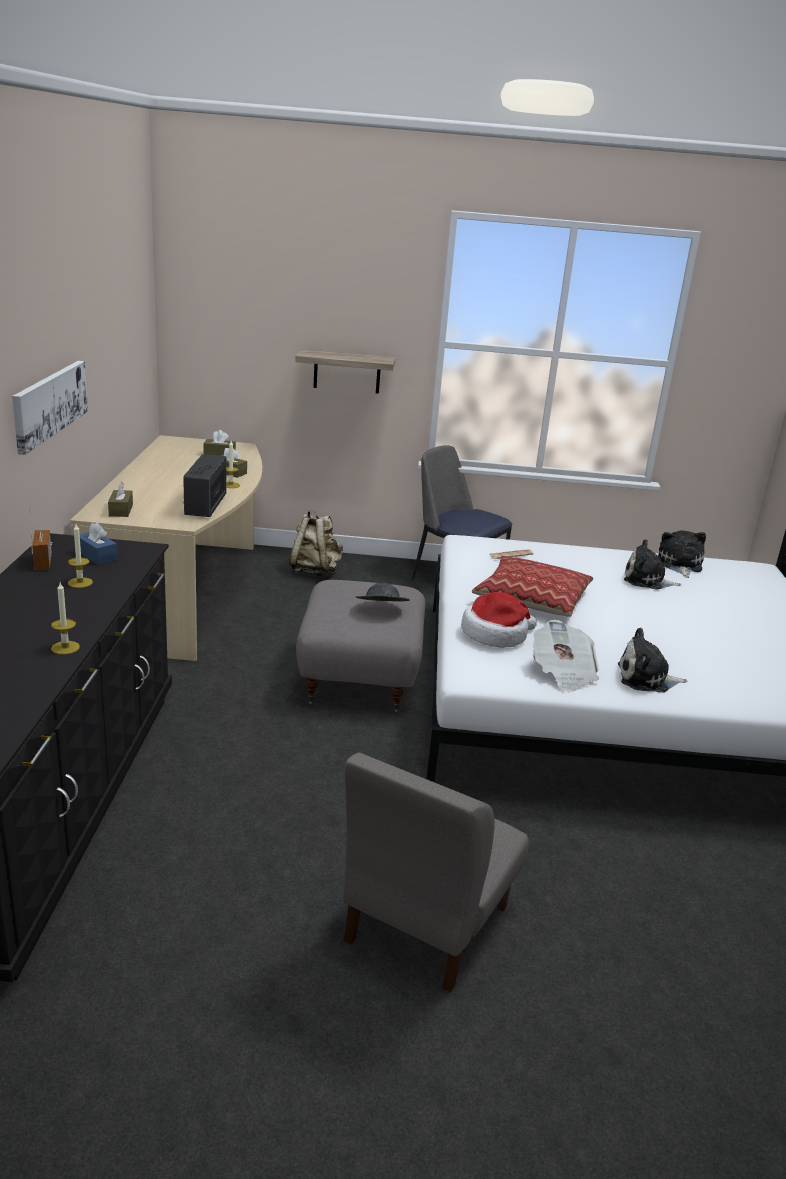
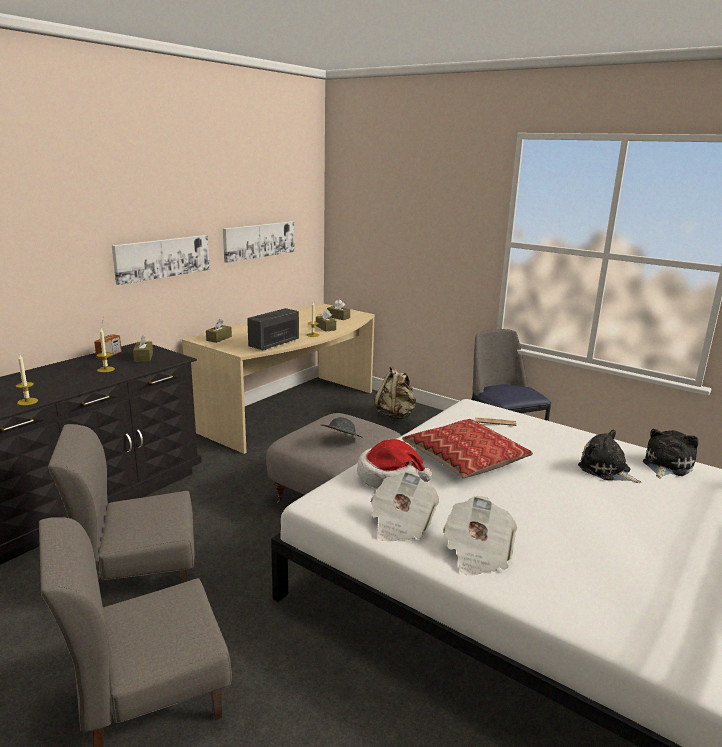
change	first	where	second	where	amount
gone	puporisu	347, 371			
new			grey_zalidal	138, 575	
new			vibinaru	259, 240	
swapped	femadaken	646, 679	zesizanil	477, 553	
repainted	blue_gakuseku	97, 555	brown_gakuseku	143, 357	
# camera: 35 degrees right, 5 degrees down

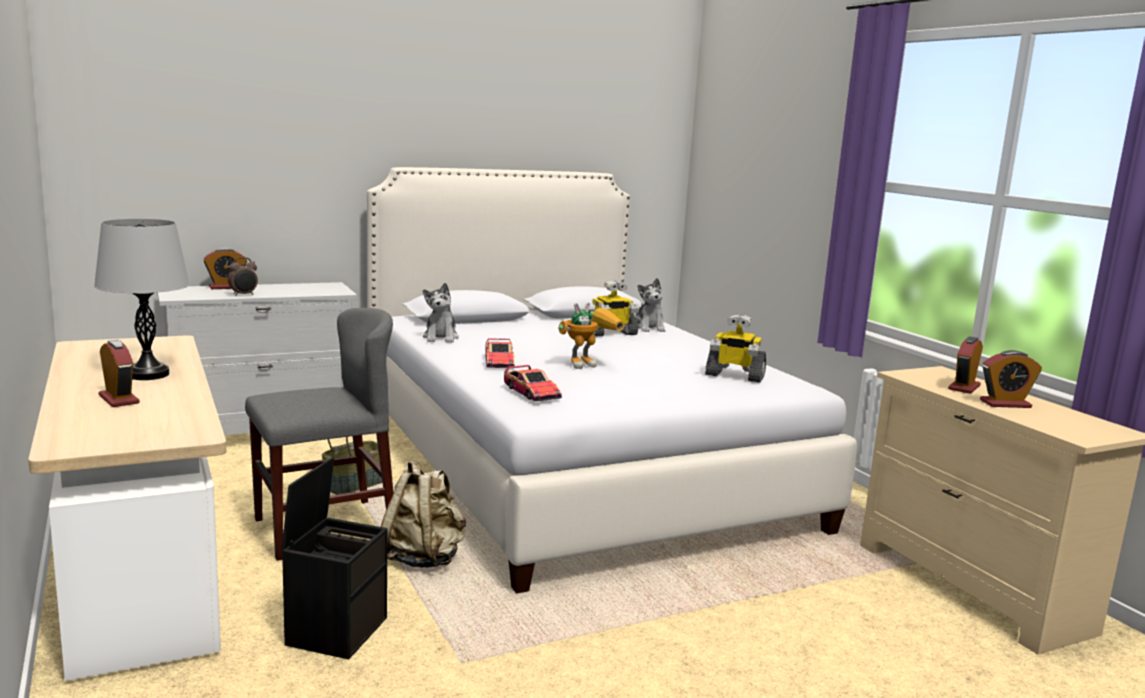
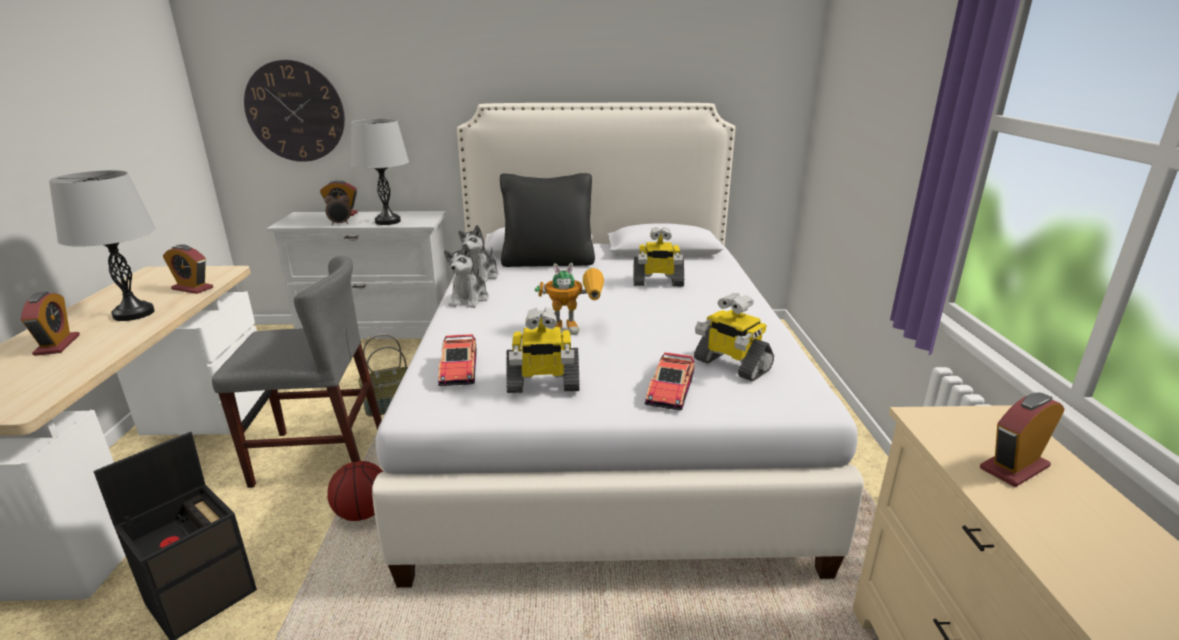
change	first	where	second	where	amount
new			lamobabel	295, 112	
new			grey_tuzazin	387, 221	
new			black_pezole	548, 261	
new			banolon	543, 384	
shifted	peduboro	499, 362		670, 390	
shifted	femadaken	648, 328		469, 299	
shifted	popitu	1005, 404		192, 288	
swapped	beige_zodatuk	423, 558	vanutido	362, 512	
# camera: 25 degrees right, 10 degrees up

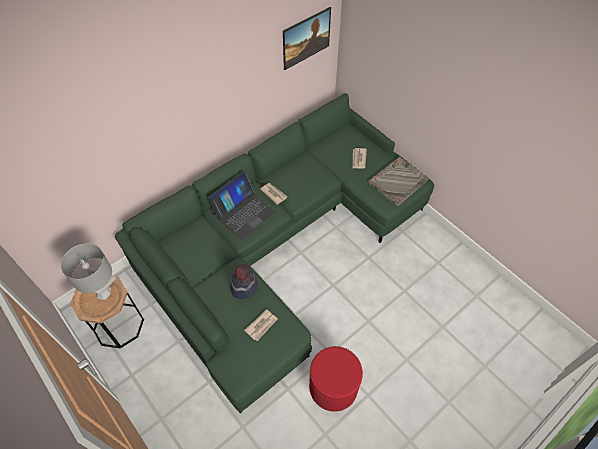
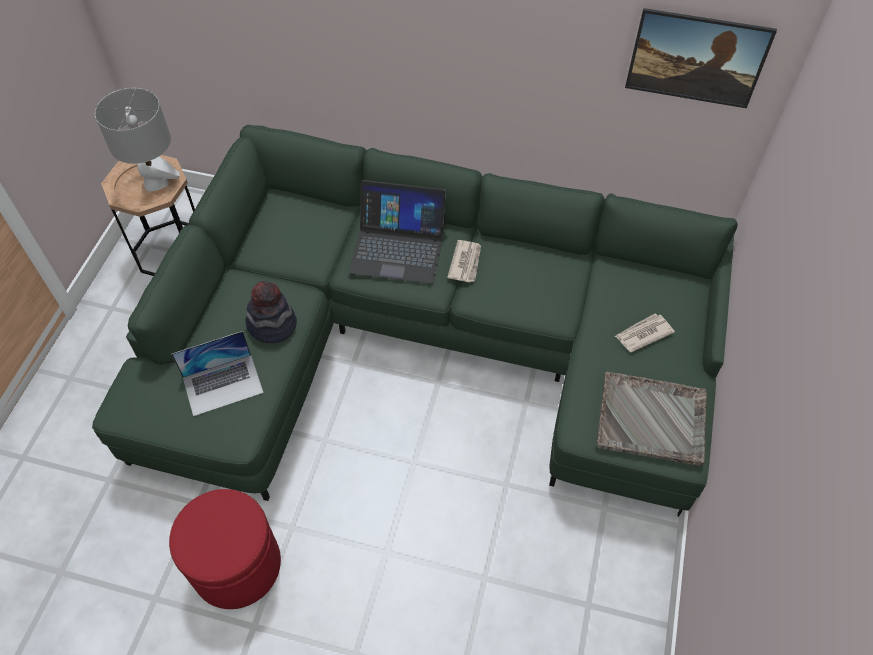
change	first	where	second	where	amount
swapped	zesizanil	262, 325	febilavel	223, 384	
# camera: 55 degrees right, 0 degrees up

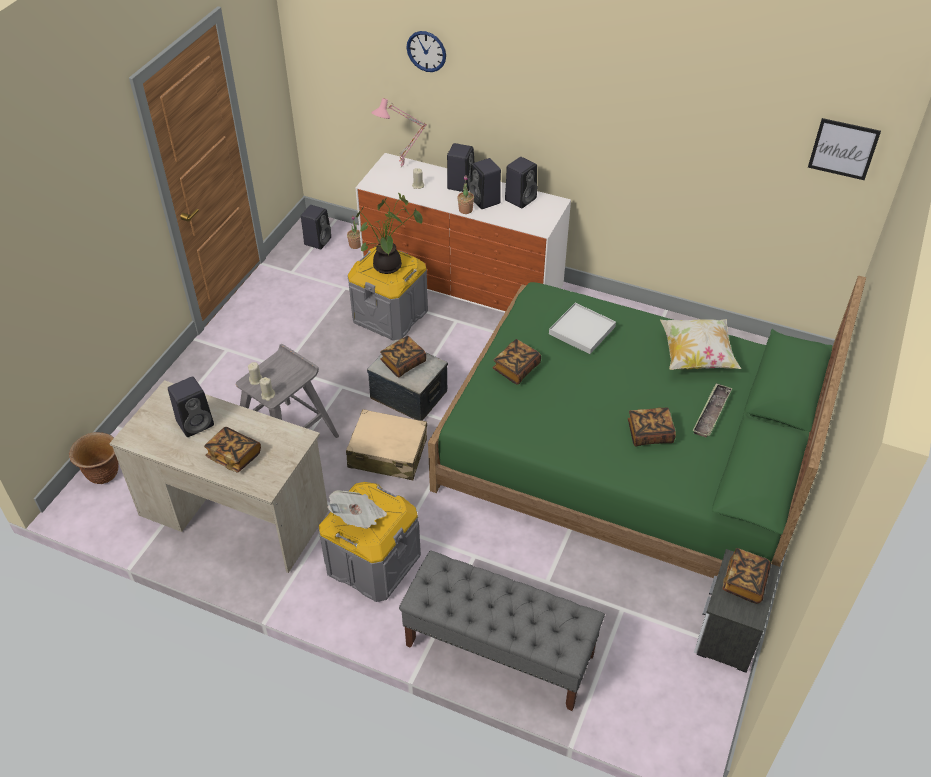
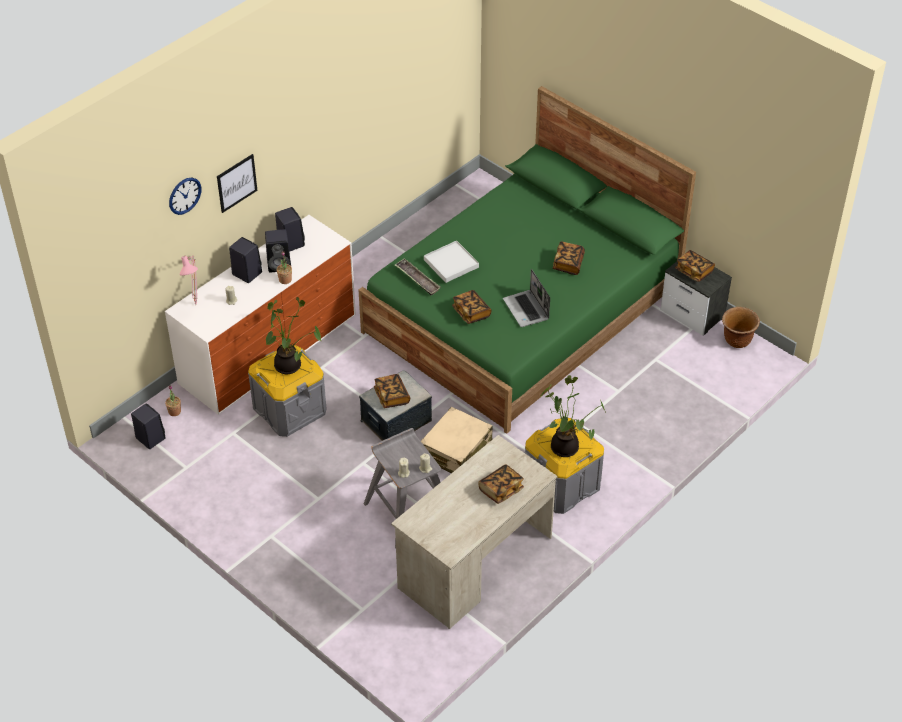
change	first	where	second	where	amount
gone	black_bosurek	196, 422			
gone	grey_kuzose	499, 650			
gone	pezole	696, 356			
new			febilavel	526, 310	
shifted	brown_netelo	102, 473		737, 341	
shifted	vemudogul	711, 413		417, 279	
shifted	vibinaru	843, 149		236, 183	
swapped	zesizanil	358, 517	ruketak	567, 447	
# camera: 70 degrees left, 0 degrees up

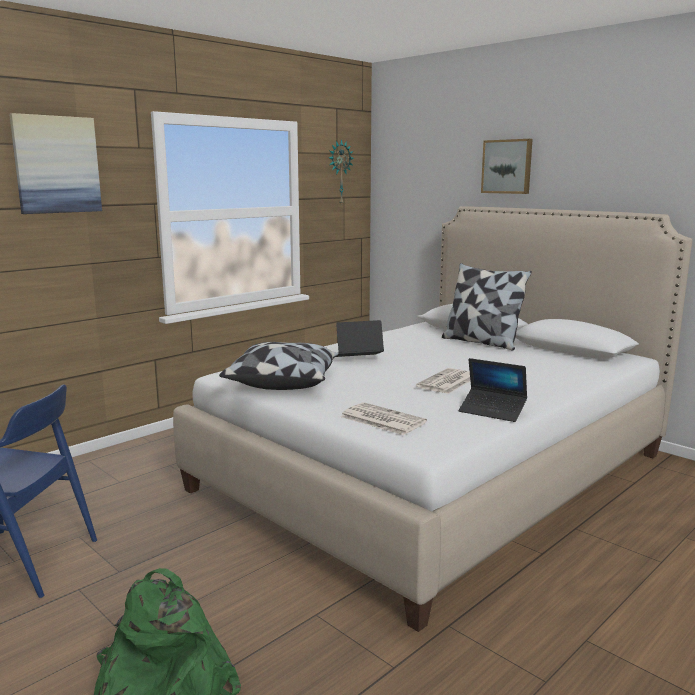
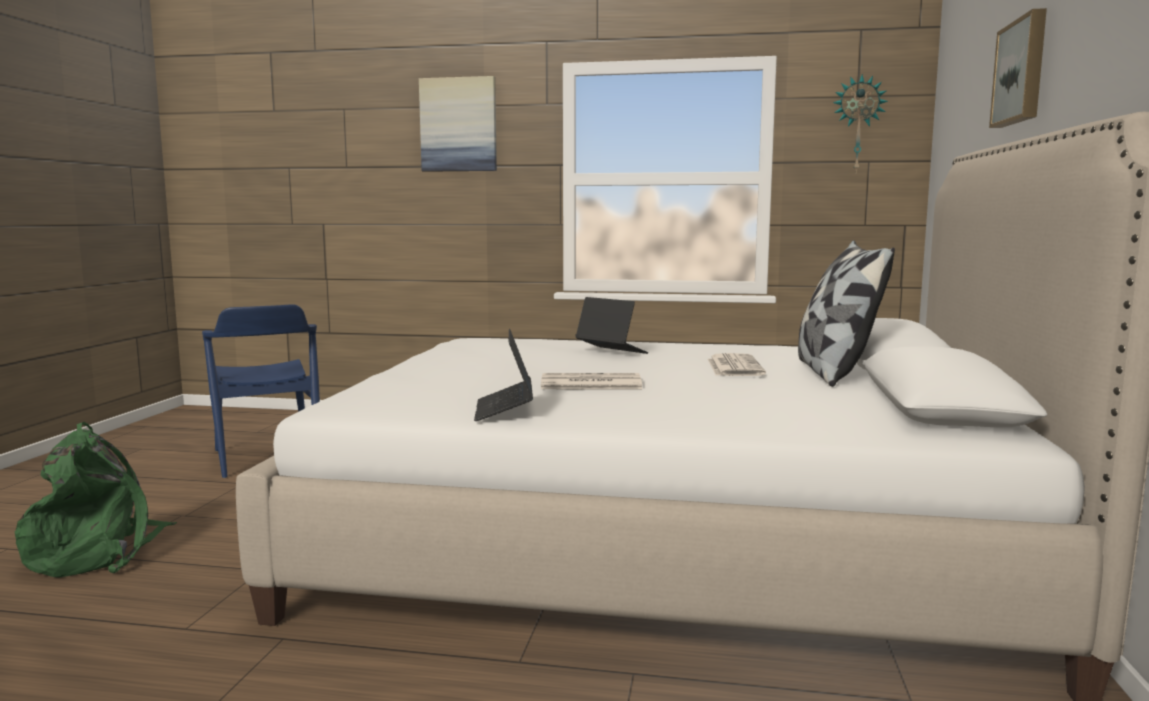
change	first	where	second	where	amount
gone	pezole	283, 382			
shifted	zesizanil	381, 419		733, 367	
# camera: 55 degrees right, 5 degrees down

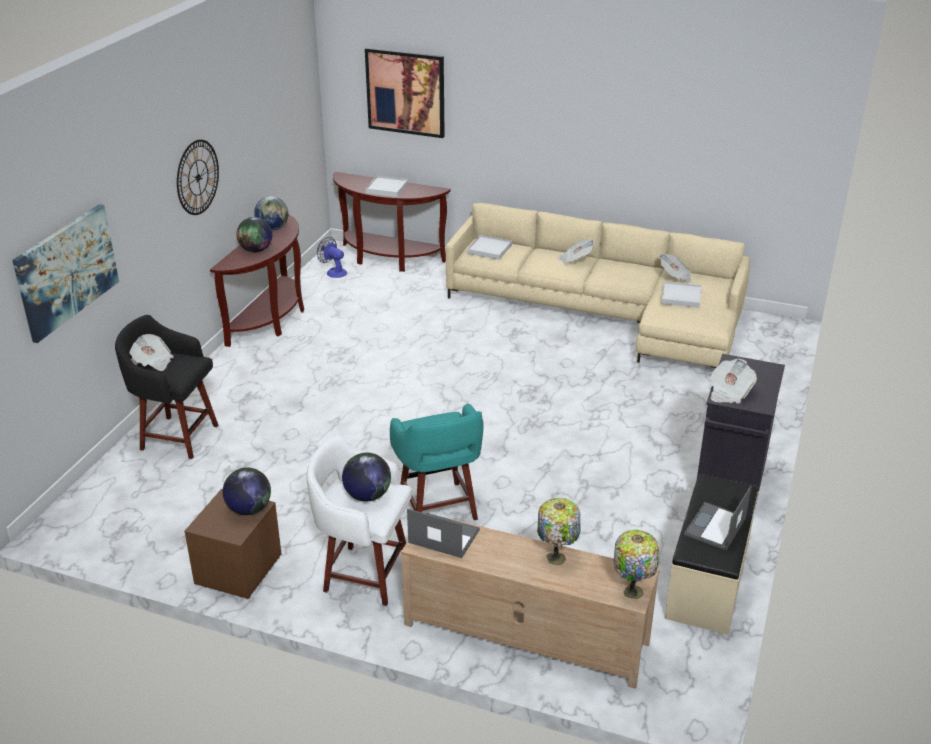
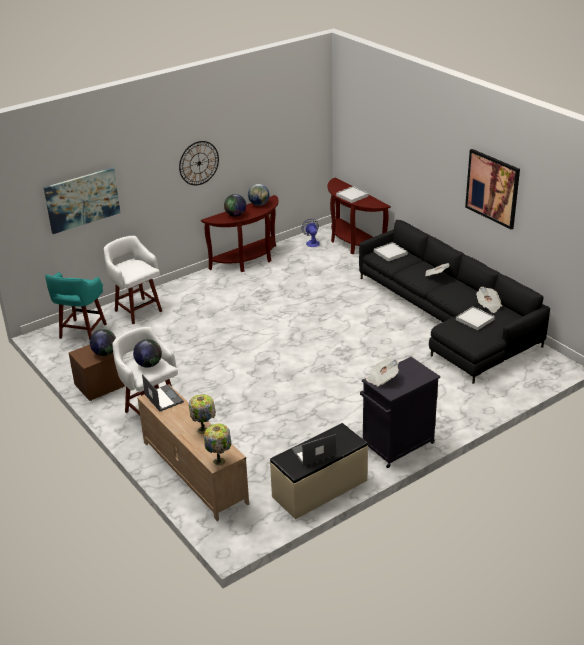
change	first	where	second	where	amount
gone	zesizanil	152, 362			
shifted	vibinaru	405, 92		492, 188	
shifted	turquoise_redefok	438, 509		82, 332	
repainted	black_redefok	176, 437	white_redefok	137, 310	
repainted	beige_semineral	605, 313	black_semineral	448, 319	
# camera: 35 degrees right, 0 degrees up

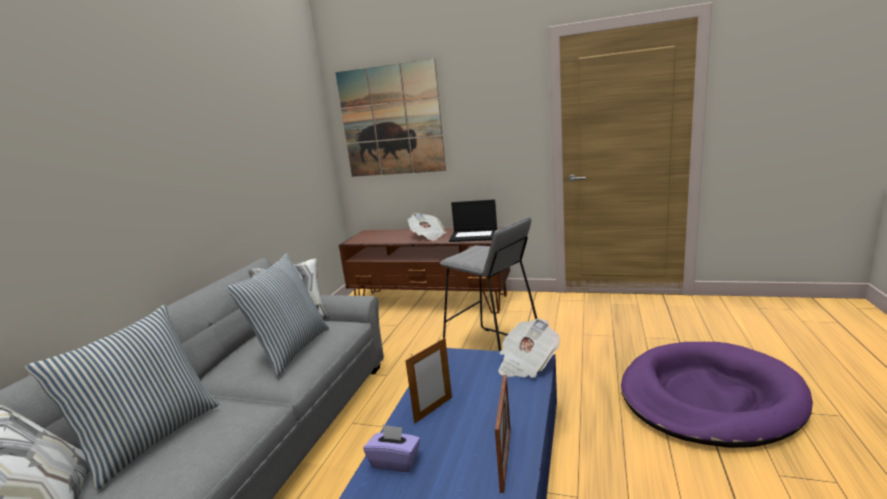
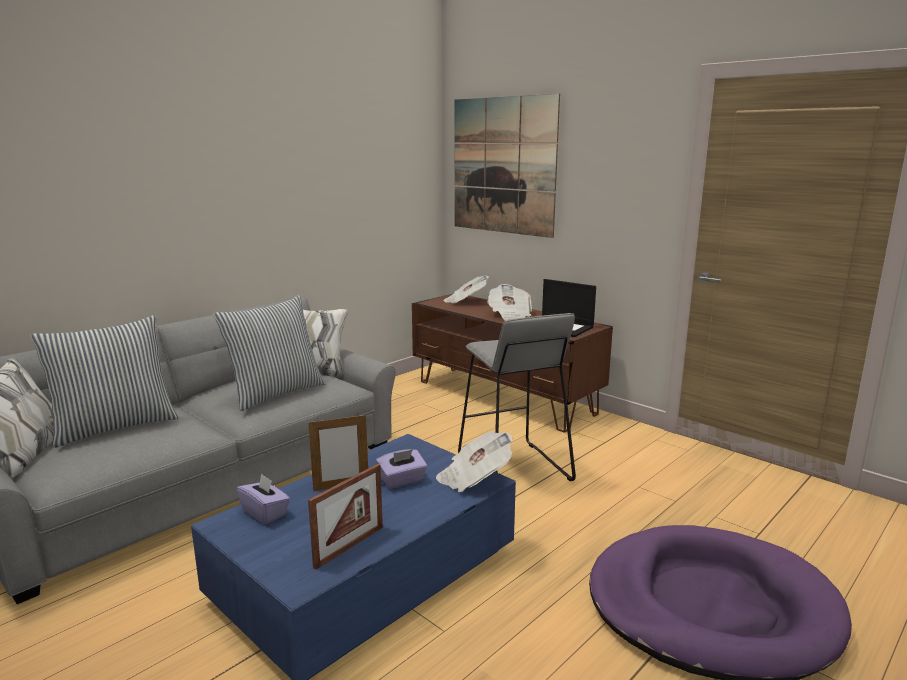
change	first	where	second	where	amount
new			purple_gakuseku	402, 481	
new			zesizanil	465, 301	
# camera: 25 degrees right, 0 degrees up

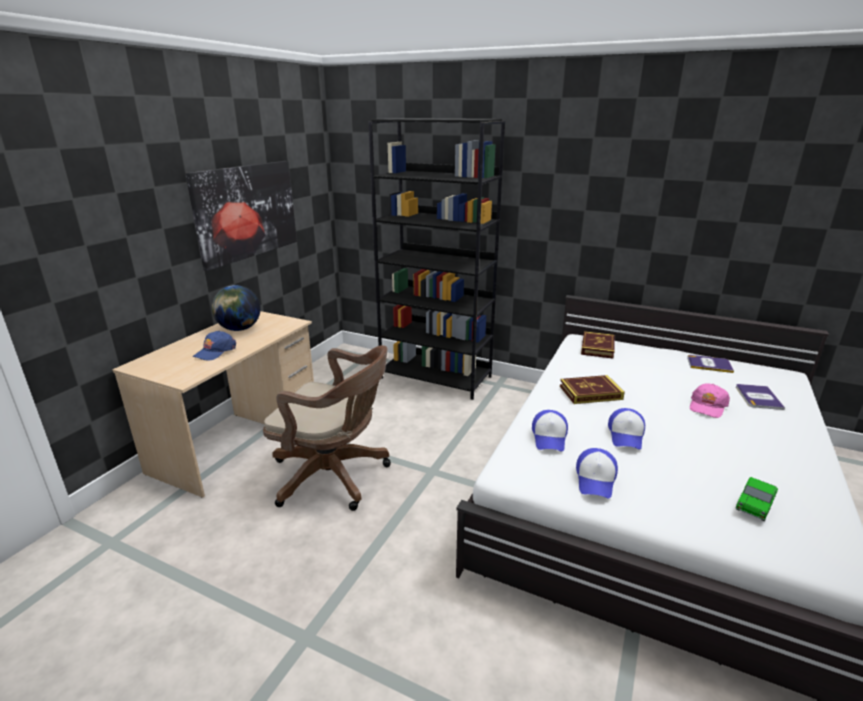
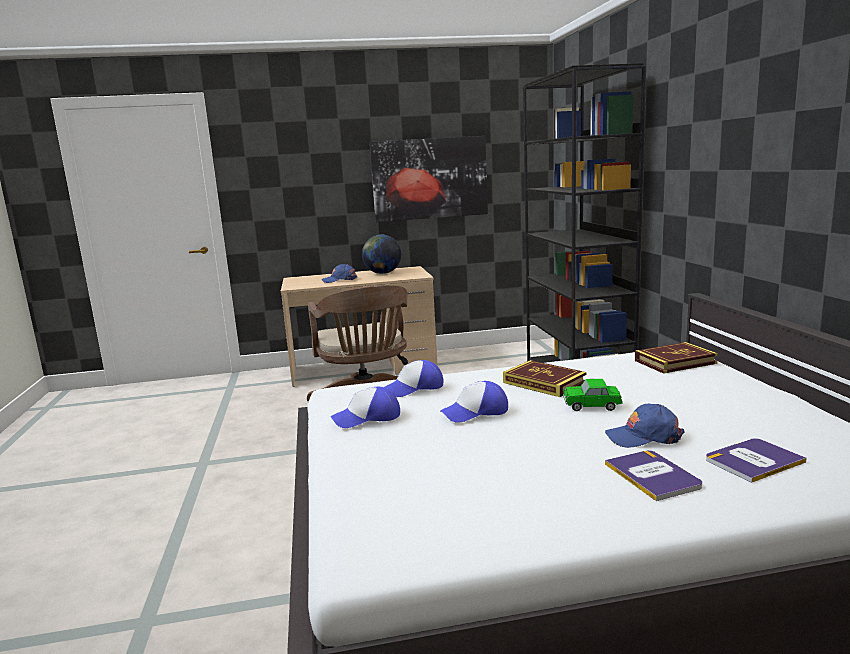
change	first	where	second	where	amount
shifted	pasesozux	709, 364		653, 475	
shifted	peduboro	754, 506		591, 406	
repainted	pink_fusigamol	707, 406	blue_fusigamol	643, 436	
# camera: 55 degrees right, 10 degrees down

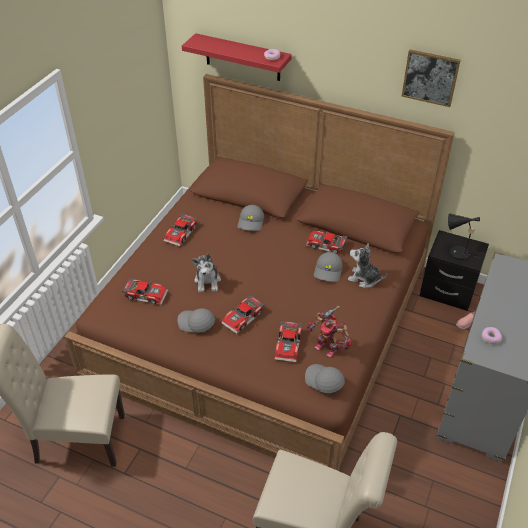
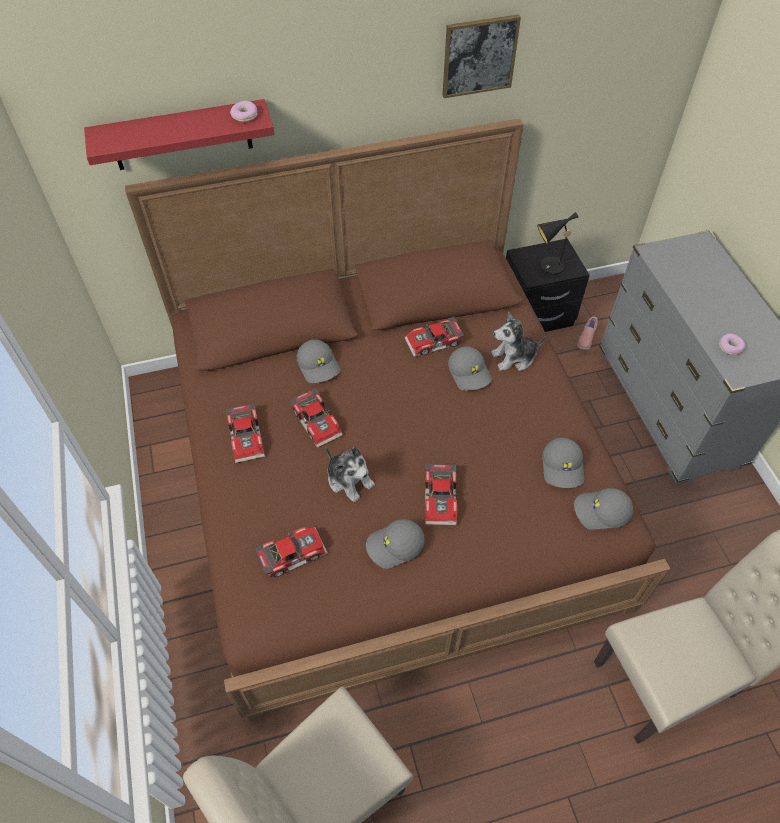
change	first	where	second	where	amount
shifted	peduboro	289, 345		318, 421	
swapped	banolon	327, 347	grey_fusigamol	563, 467	
# camera: 40 degrees left, 10 degrees up

